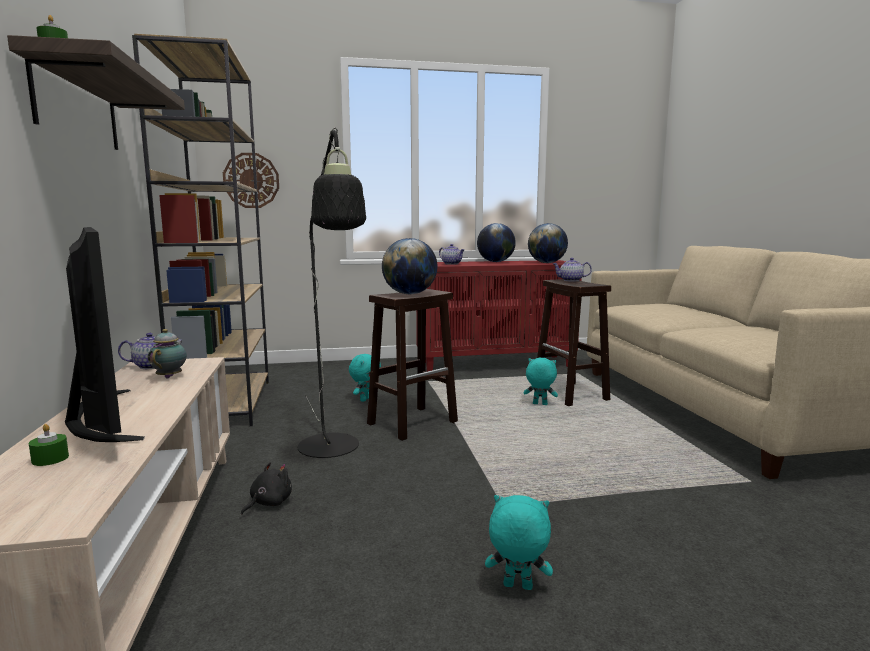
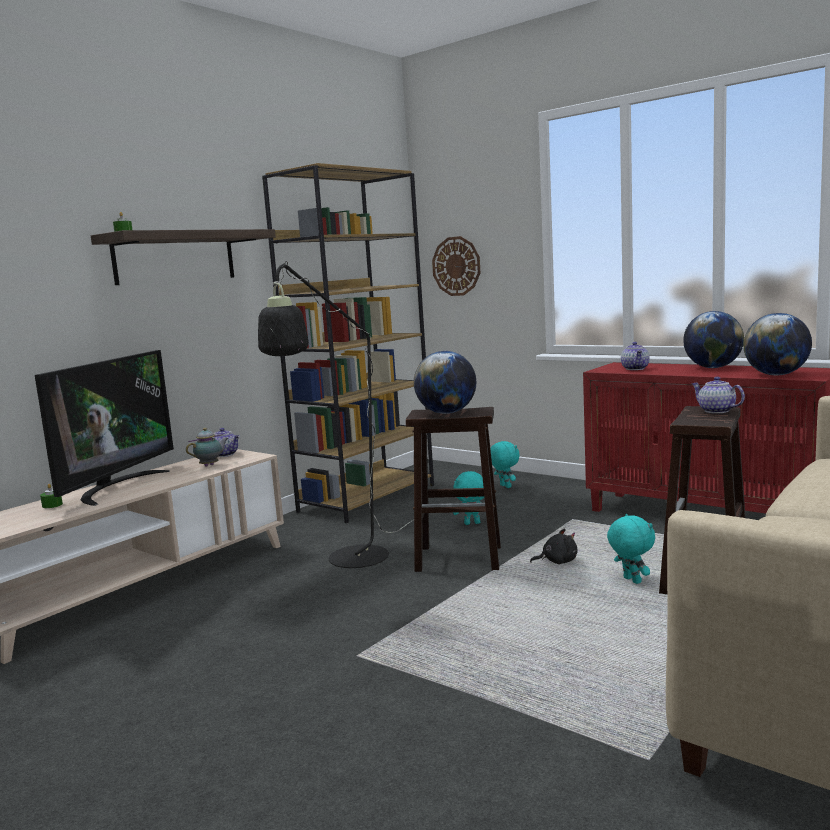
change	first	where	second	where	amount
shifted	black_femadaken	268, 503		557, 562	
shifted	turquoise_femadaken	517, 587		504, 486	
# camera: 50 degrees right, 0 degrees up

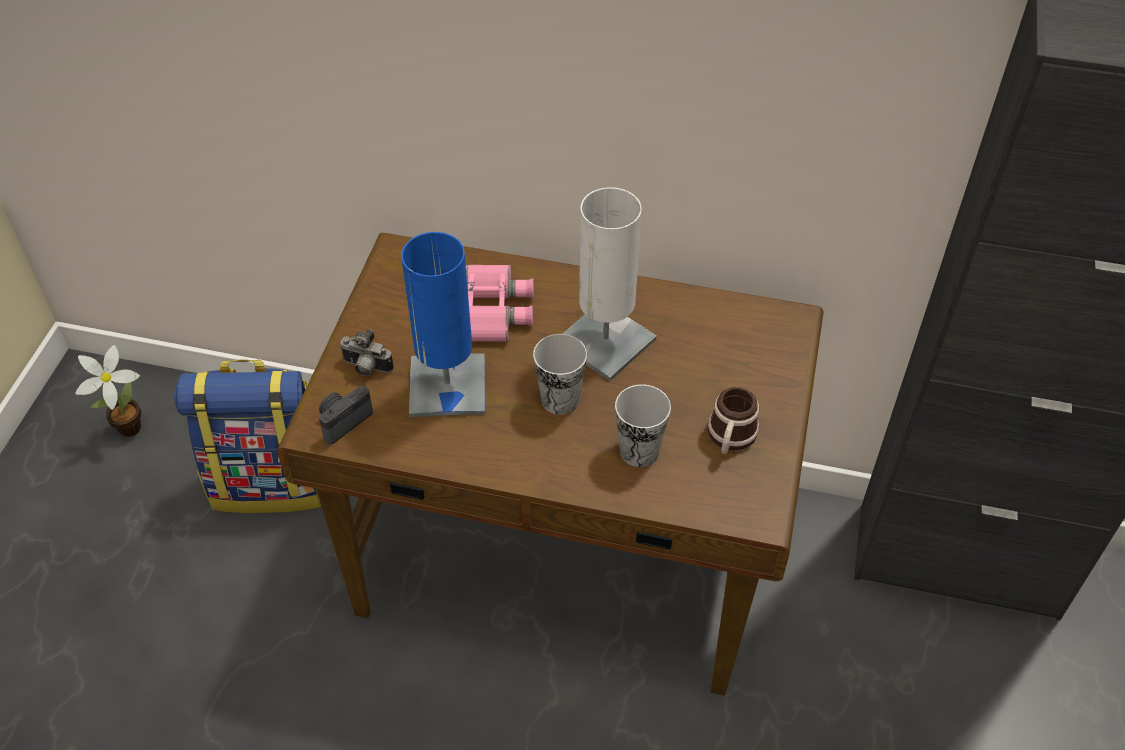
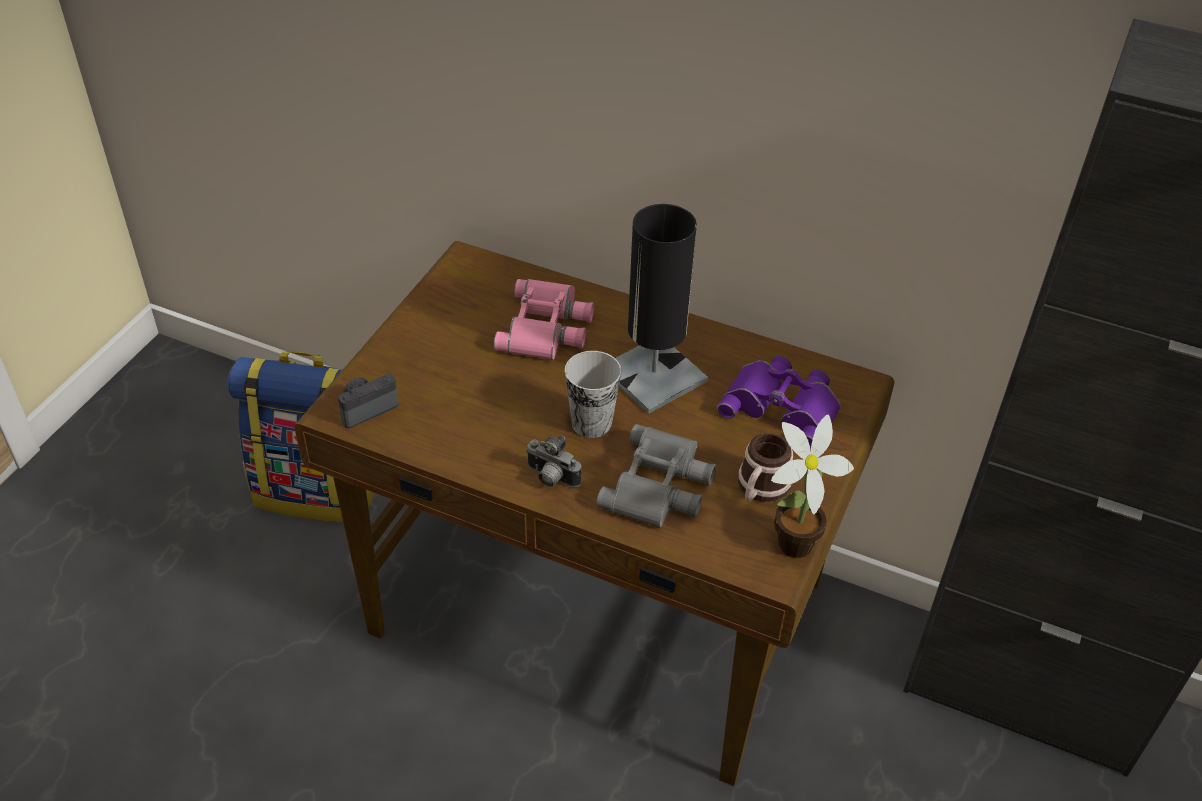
change	first	where	second	where	amount
gone	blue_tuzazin	447, 386			
new			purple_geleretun	783, 406	
shifted	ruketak	125, 430		789, 546	
shifted	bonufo	366, 368		551, 478	
swapped	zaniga	639, 451	grey_geleretun	660, 486	
repainted	white_tuzazin	605, 341	black_tuzazin	654, 375	
# camera: 10 degrees right, 5 degrees down

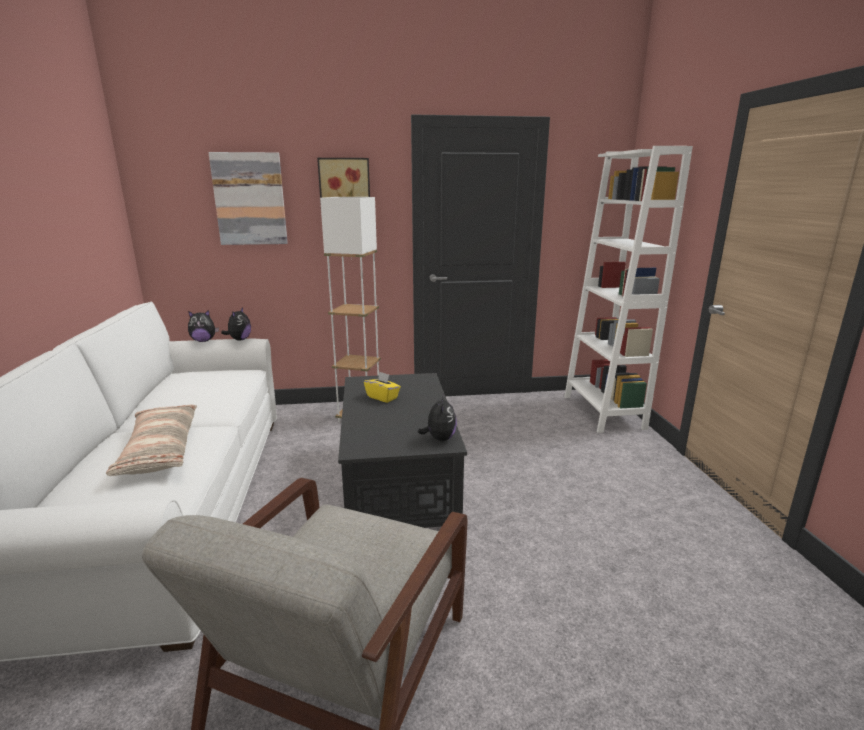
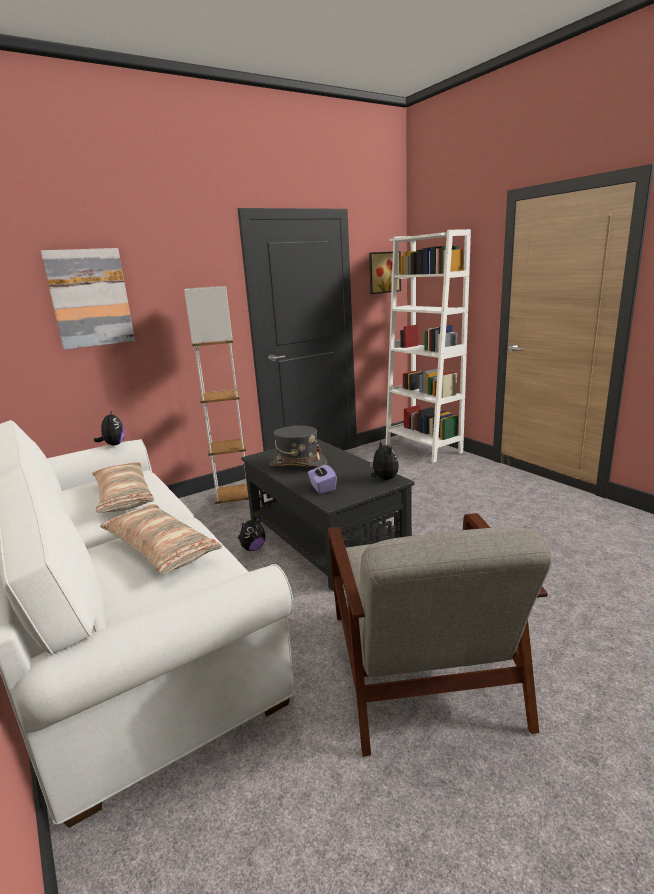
change	first	where	second	where	amount
new			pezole	123, 497	
new			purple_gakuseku	322, 488	
shifted	femadaken	204, 341		253, 548	
shifted	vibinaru	344, 184		383, 272	
swapped	yellow_gakuseku	382, 397	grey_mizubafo	297, 463	
# camera: 25 degrees left, 0 degrees up

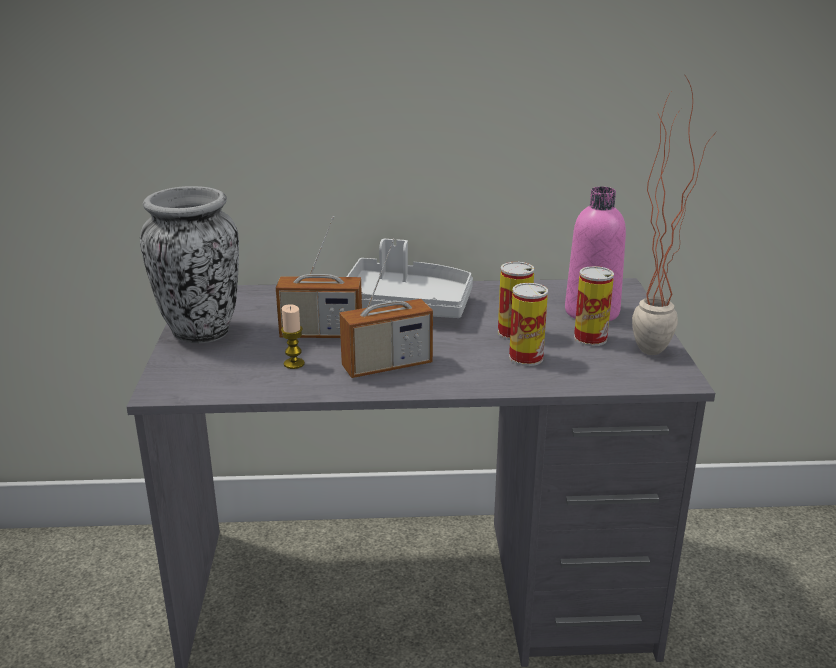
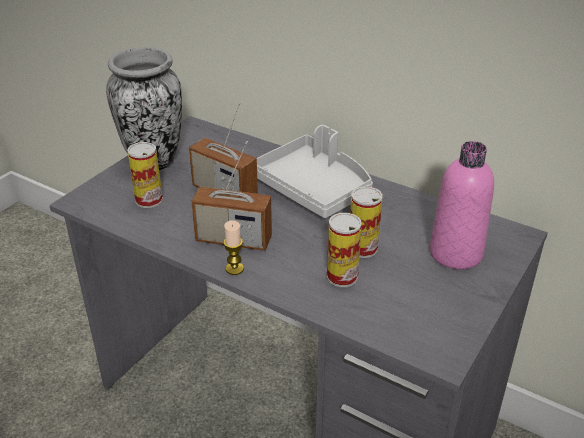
change	first	where	second	where	amount
gone	ruketak	656, 346			
shifted	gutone	294, 364		234, 269	
shifted	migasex	590, 338		149, 200	
# camera: 35 degrees right, 10 degrees up

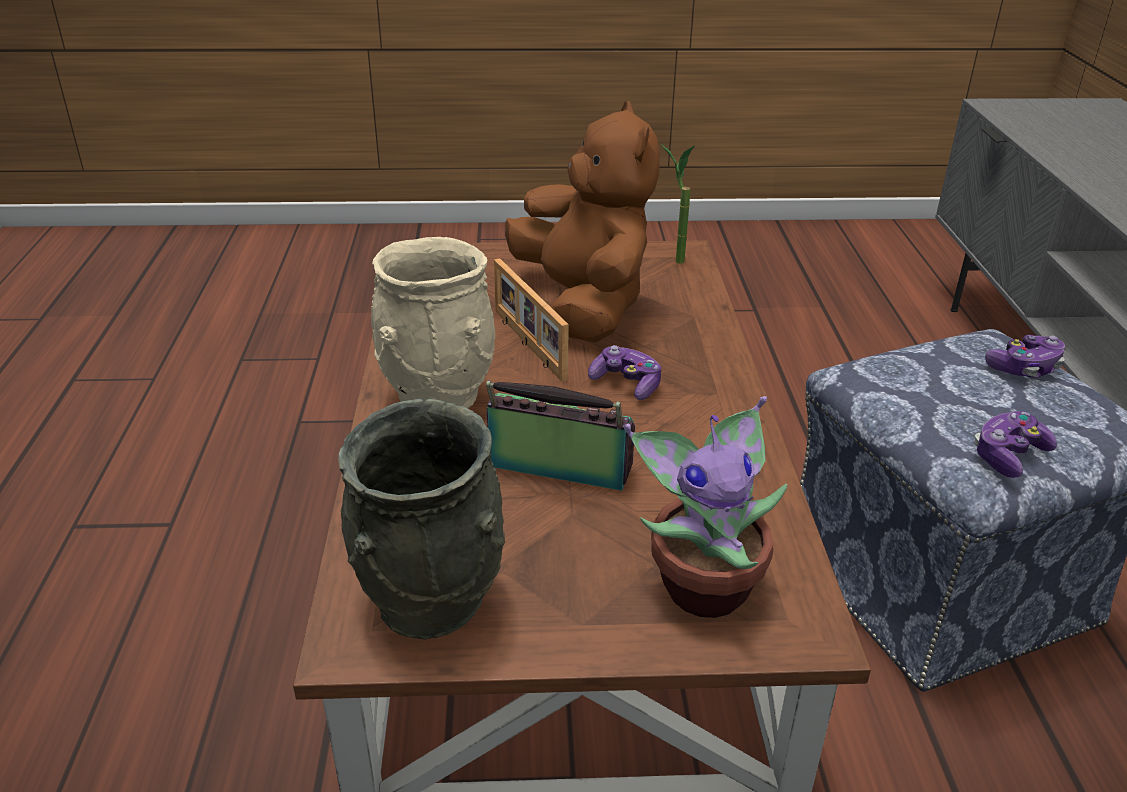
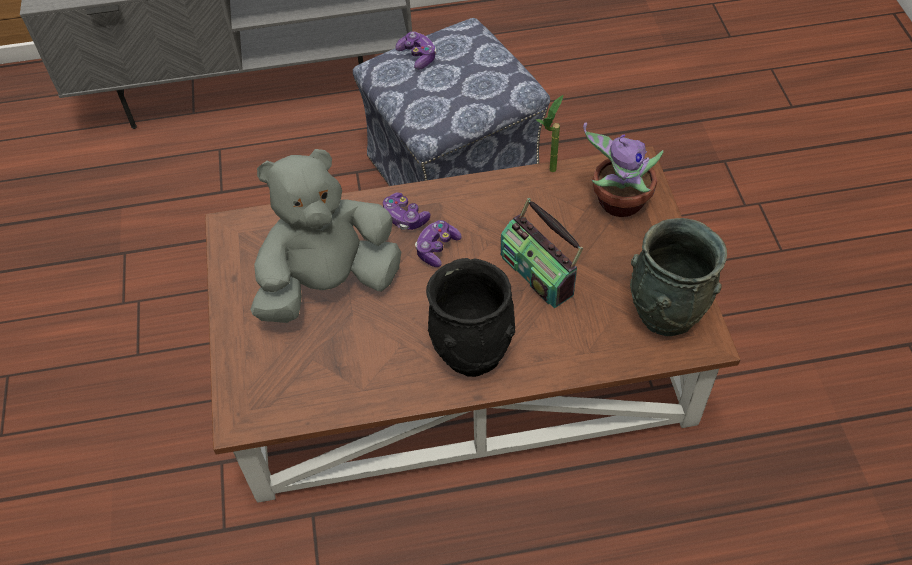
change	first	where	second	where	amount
gone	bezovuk	527, 344			
shifted	ruketak	672, 258		548, 174	
shifted	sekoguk	1008, 455		405, 218	
repainted	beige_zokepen	439, 397	black_zokepen	473, 352	
repainted	brown_femadaken	583, 305	grey_femadaken	328, 284	
rotated	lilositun	559, 469		538, 273	45 degrees counterclockwise
# camera: 95 degrees left, 20 degrees up

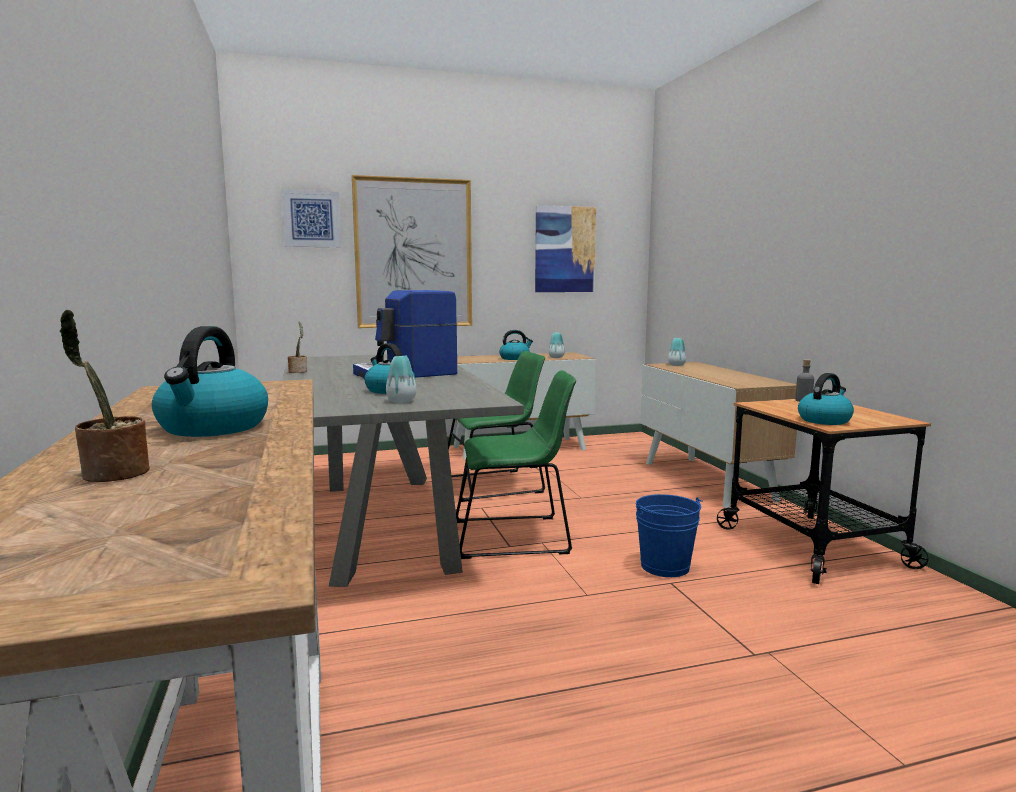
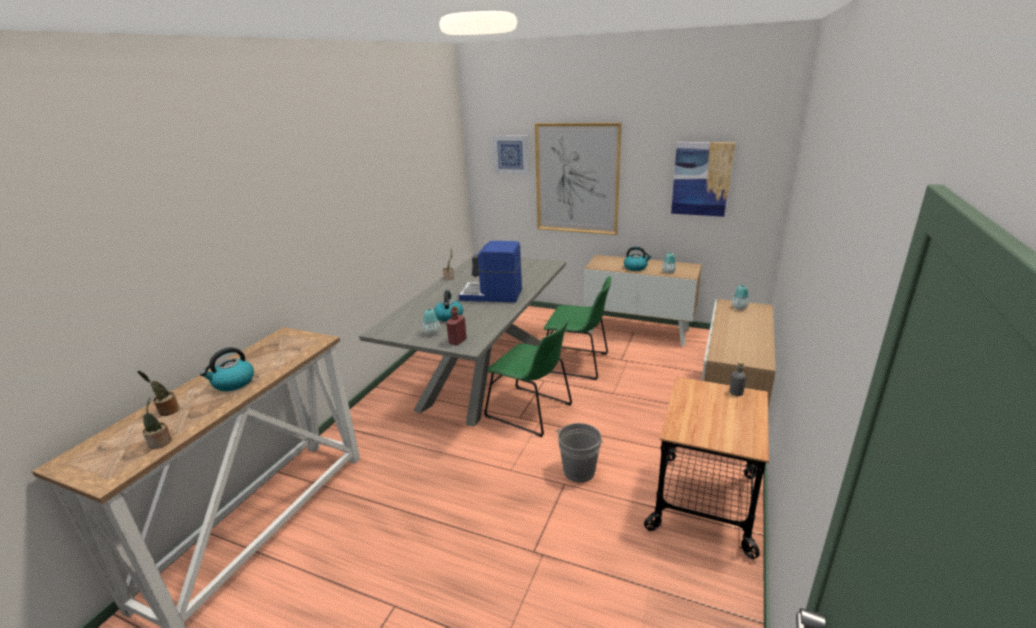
change	first	where	second	where	amount
gone	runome	824, 420			
new			ruketak	161, 443	
new			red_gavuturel	457, 341	
repainted	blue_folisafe	664, 566	grey_folisafe	579, 471	
# camera: 40 degrees right, 15 degrees up

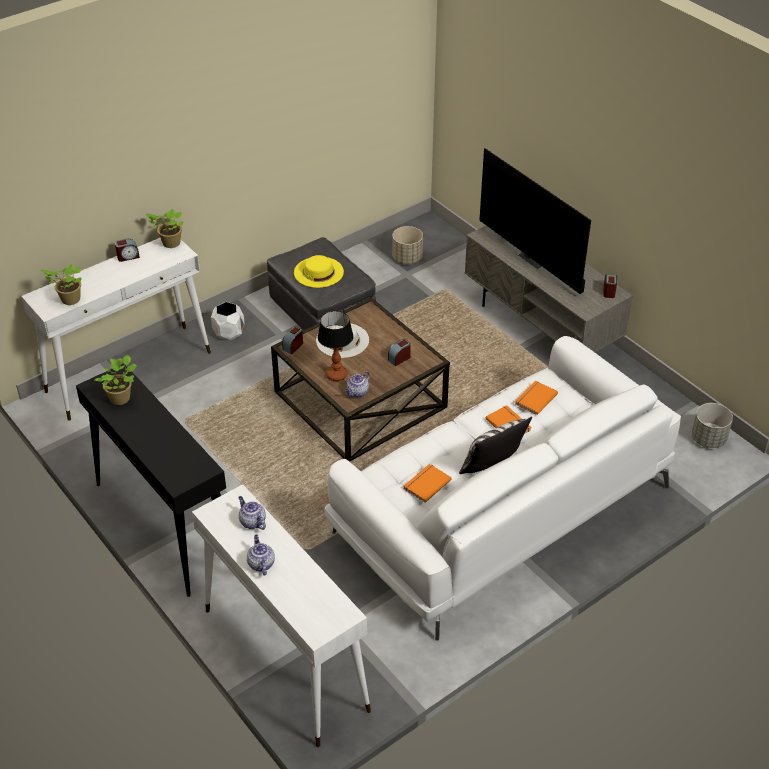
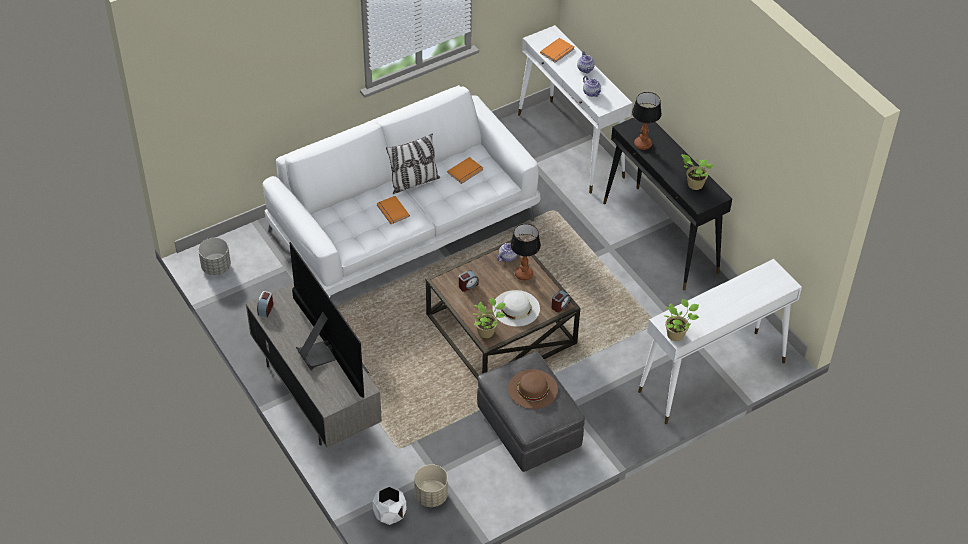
change	first	where	second	where	amount
gone	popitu	128, 256			
new			tuzazin	643, 144	
shifted	ruketak	69, 300		487, 332	
shifted	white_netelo	229, 333		389, 514	
shifted	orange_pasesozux	534, 398		558, 51	
repainted	yellow_mizubafo	318, 272	brown_mizubafo	533, 389	
# camera: 175 degrees left, 5 degrees up

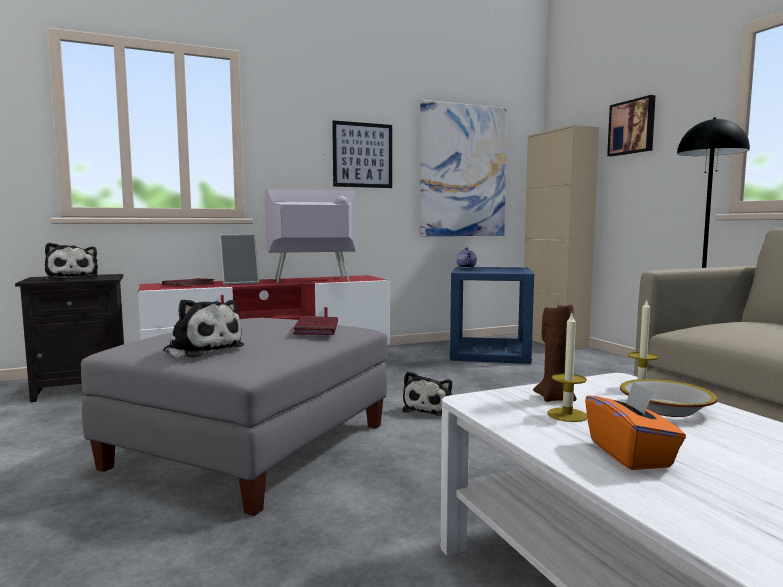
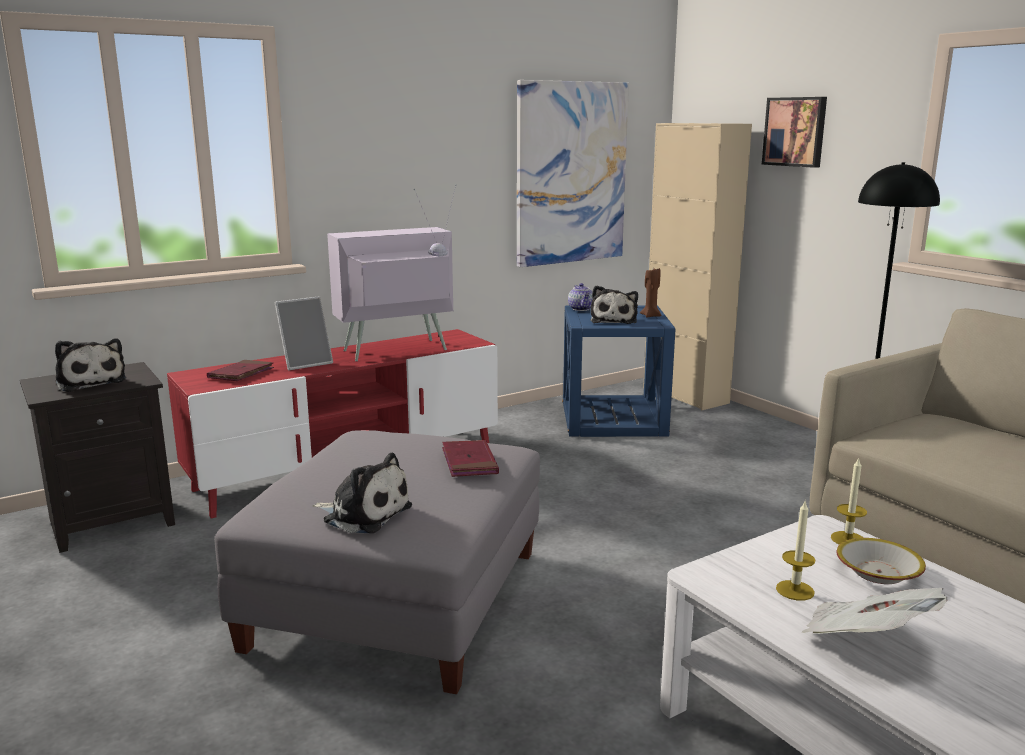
change	first	where	second	where	amount
gone	vibinaru	362, 155			
shifted	femadaken	429, 408		614, 320	
shifted	brown_gutone	555, 398		651, 316	
swapped	orange_gakuseku	630, 454	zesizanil	865, 640	
# camera: 10 degrees left, 10 degrees up

